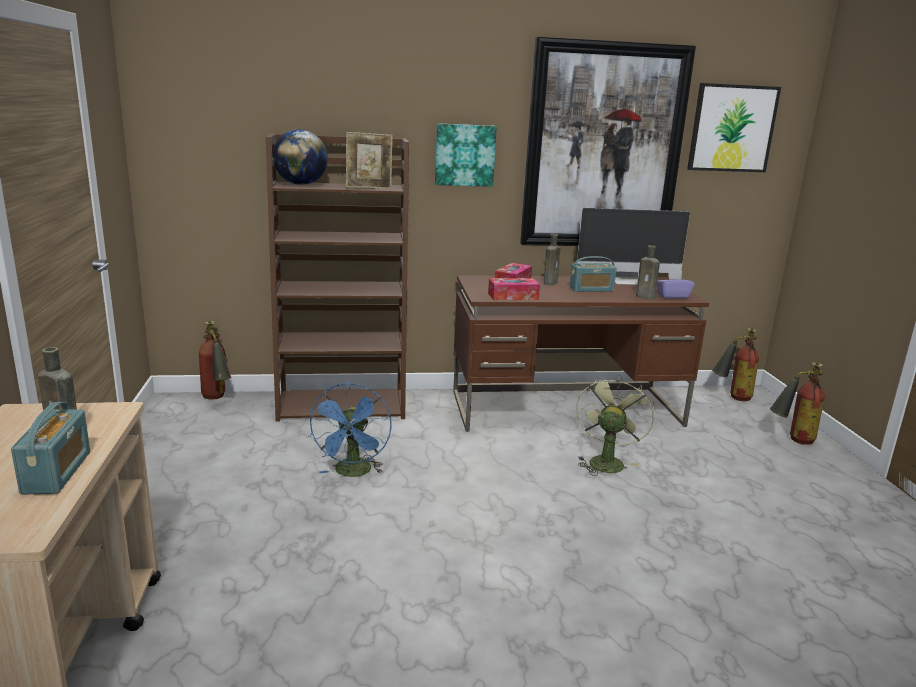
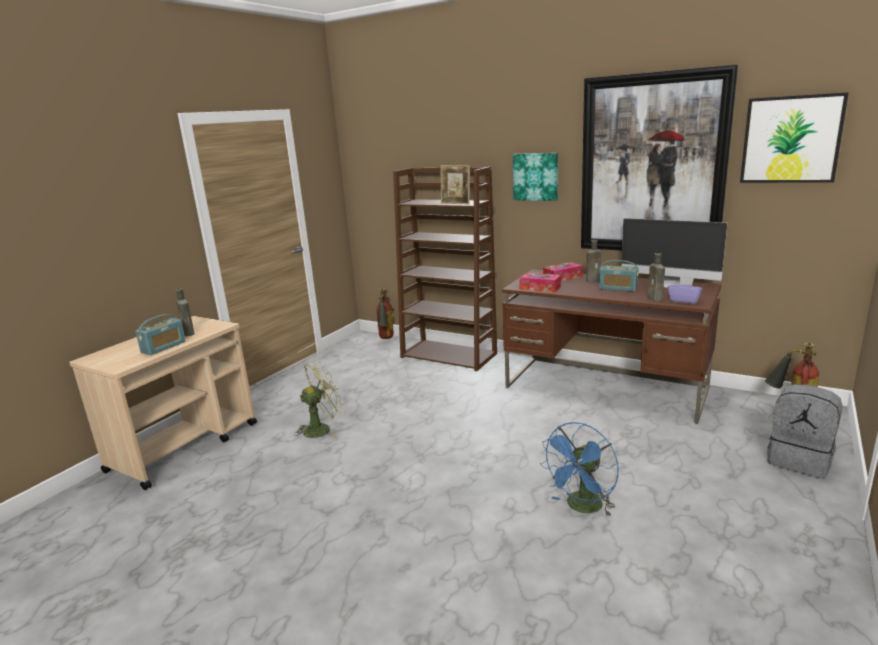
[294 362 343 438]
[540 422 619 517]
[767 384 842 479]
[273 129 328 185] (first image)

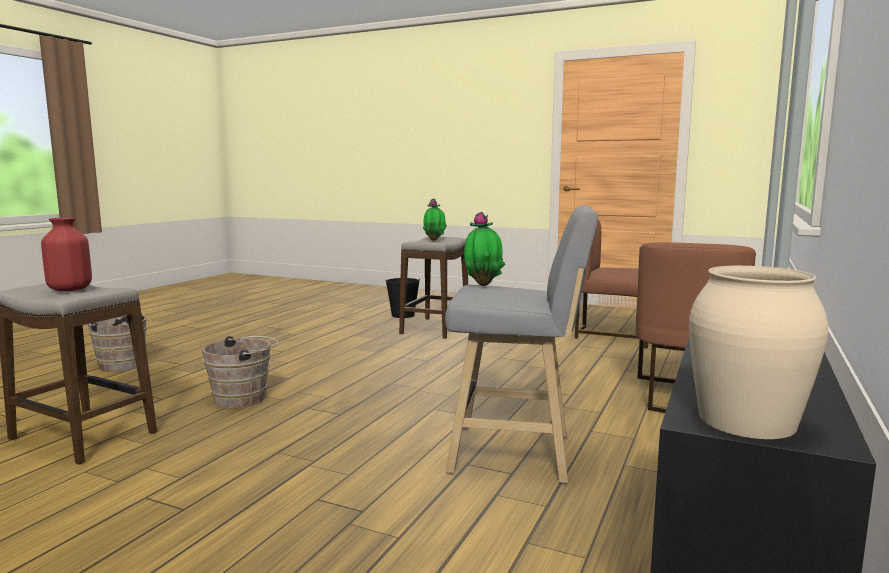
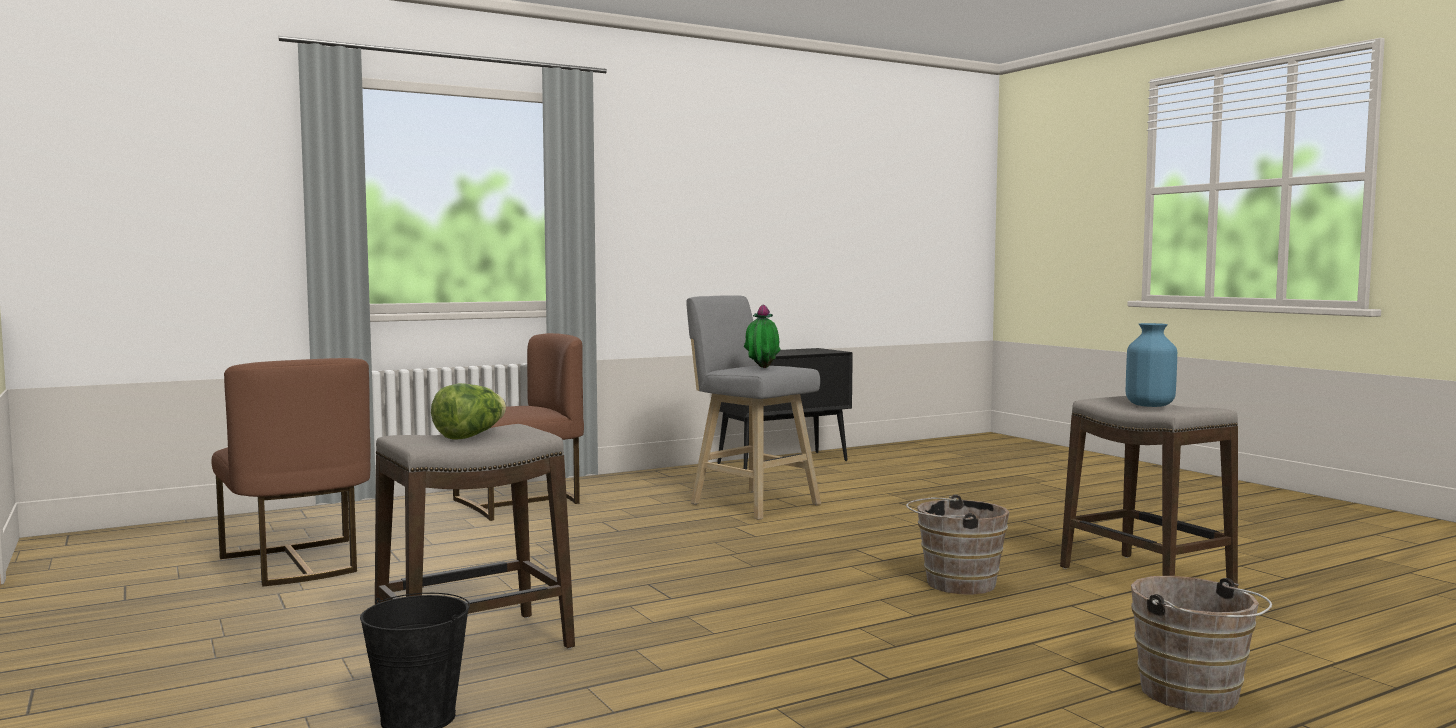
[431 383 506 440]
[1126 323 1177 407]
[689 266 829 439] (first image)

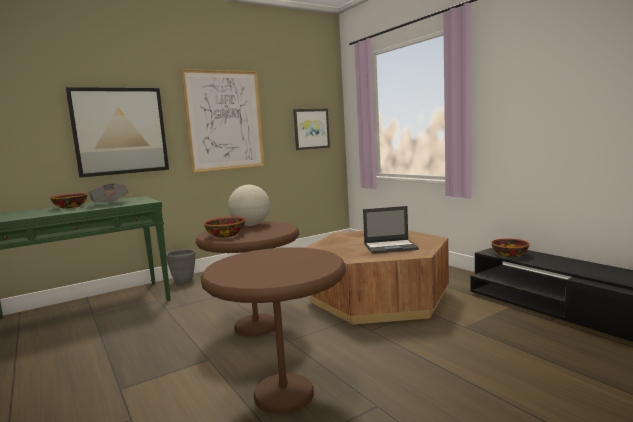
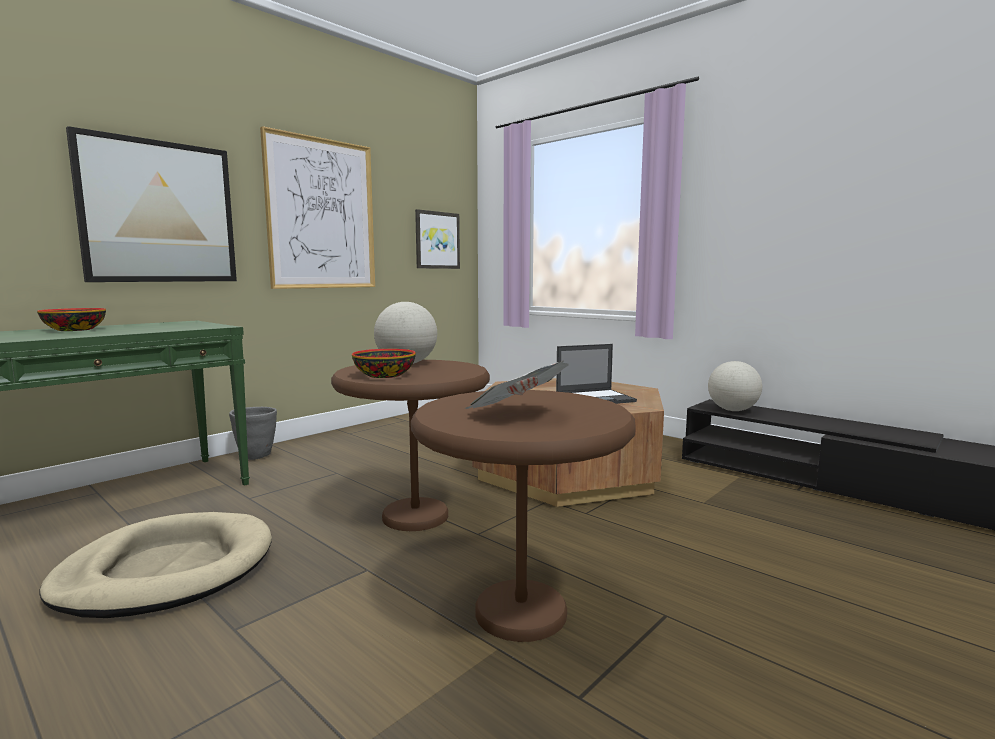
[39 512 272 618]
[465 361 569 409]
[708 361 762 411]

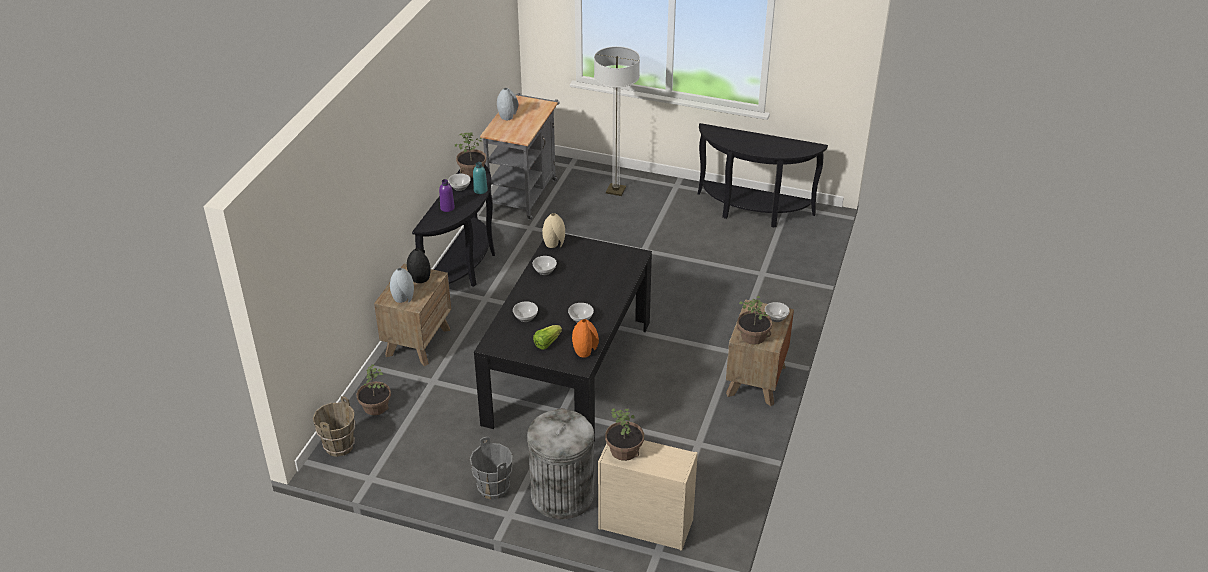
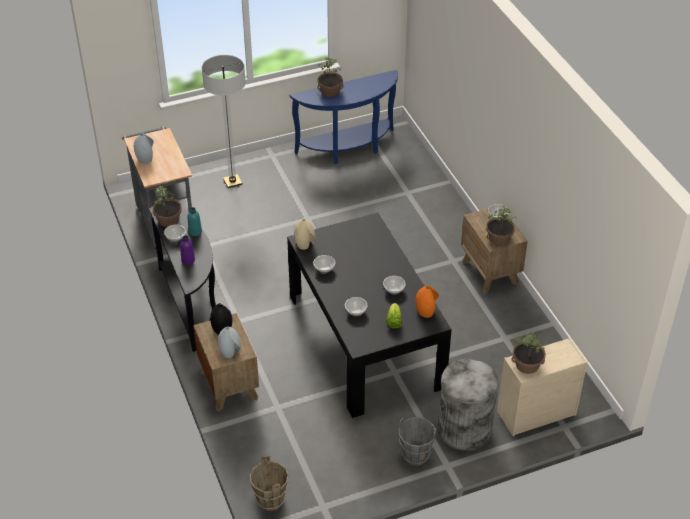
[289 70 398 164]
[317 57 343 97]

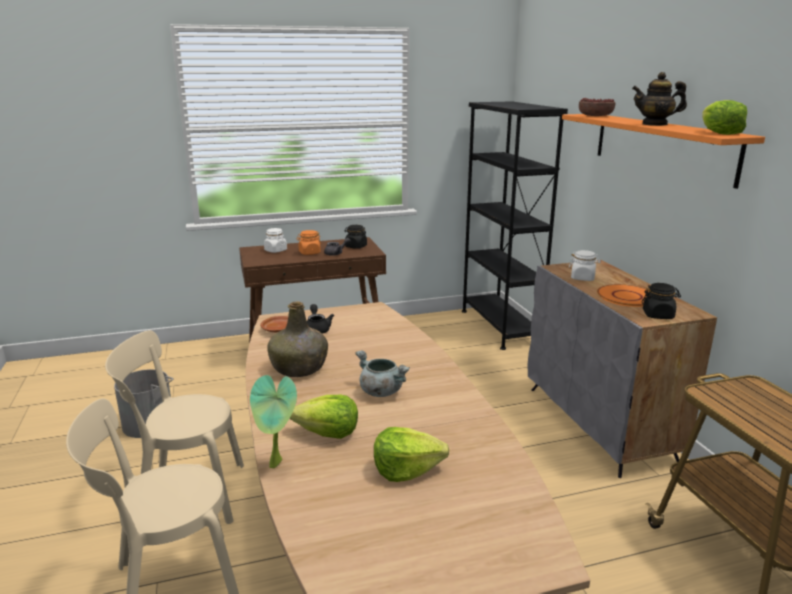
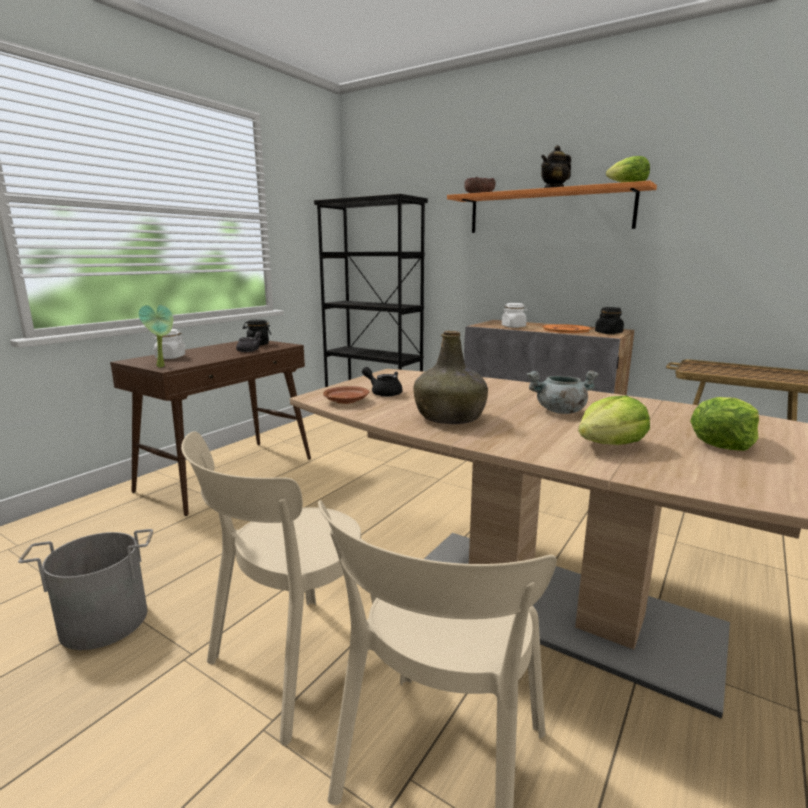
[139 305 173 368]
[297 230 321 255] (first image)

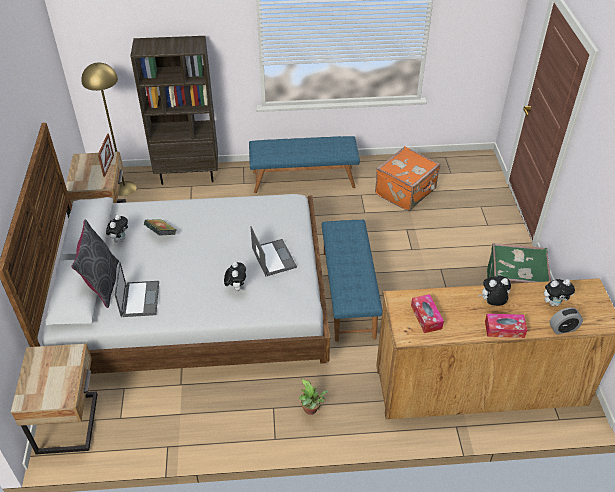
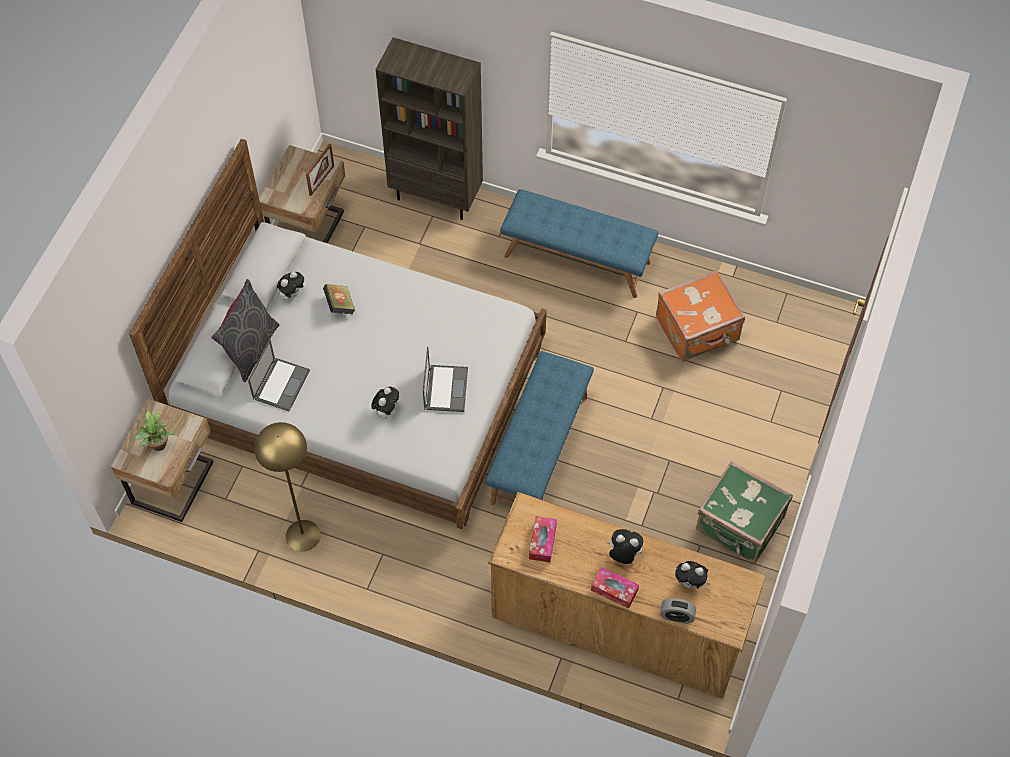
[134 410 175 451]
[254 422 320 552]

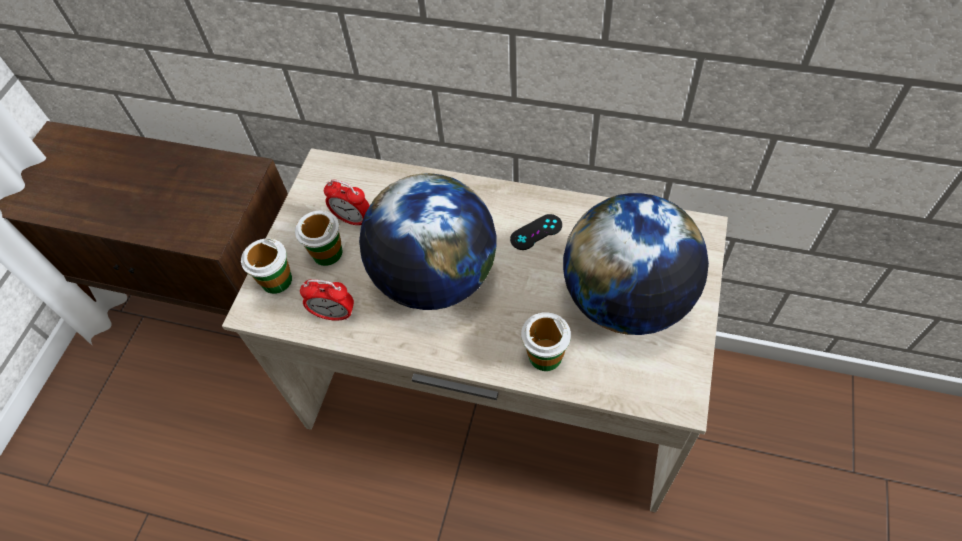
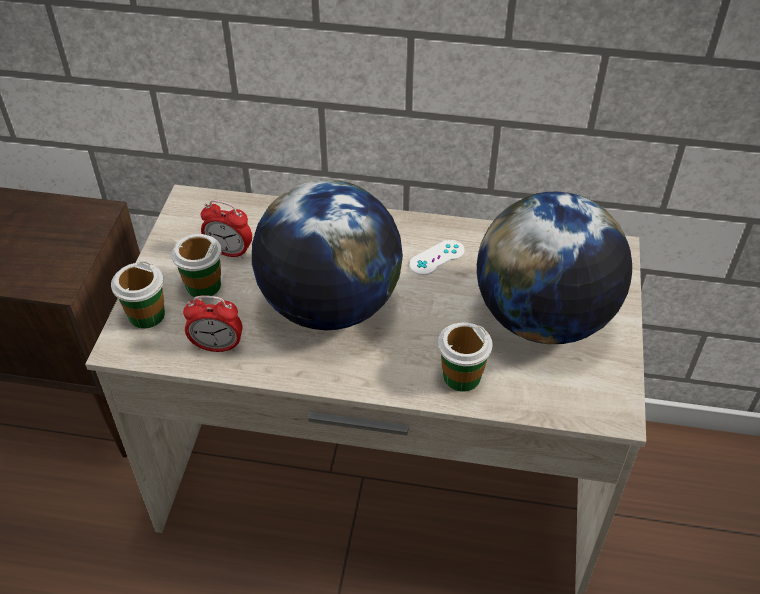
[409 240 465 275]

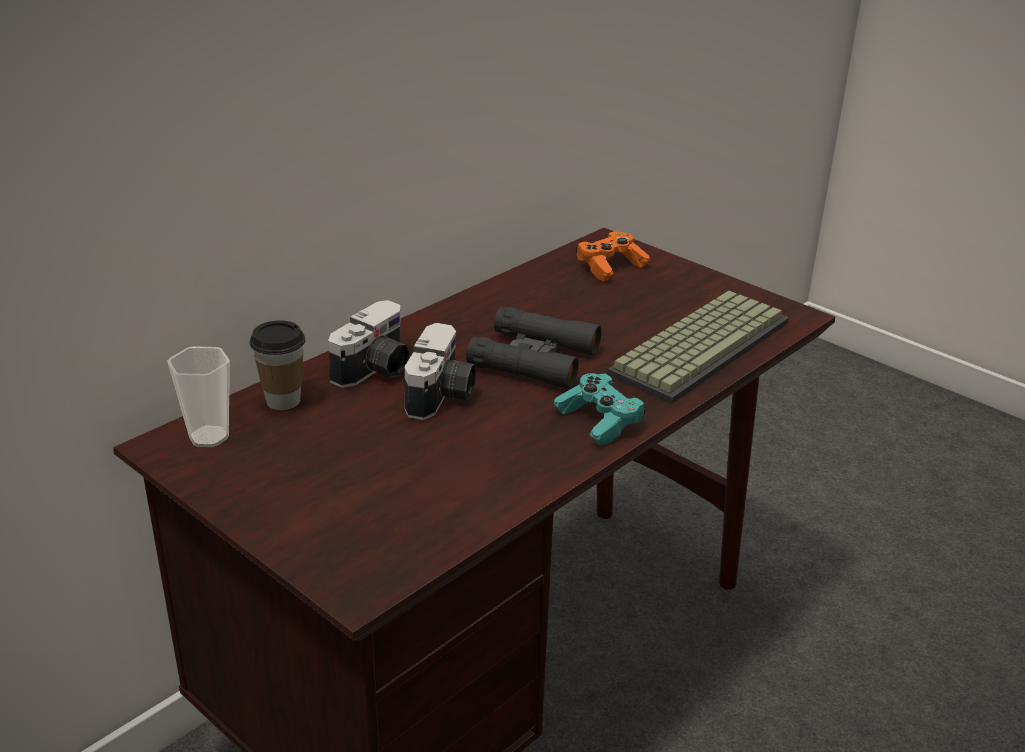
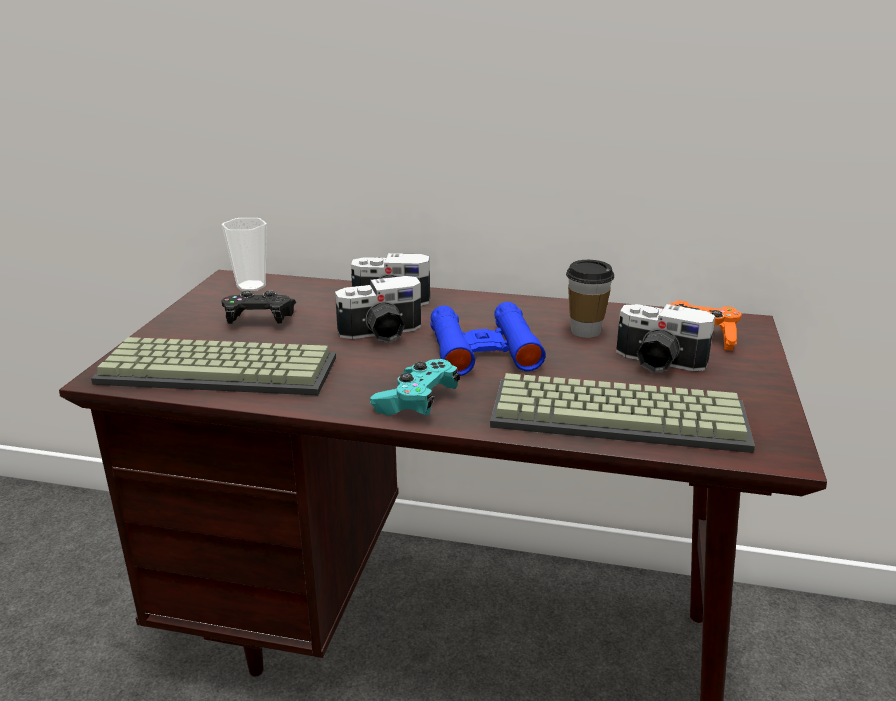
[91 337 336 395]
[222 291 296 324]
[431 302 546 376]
[566 260 614 338]
[616 304 715 373]

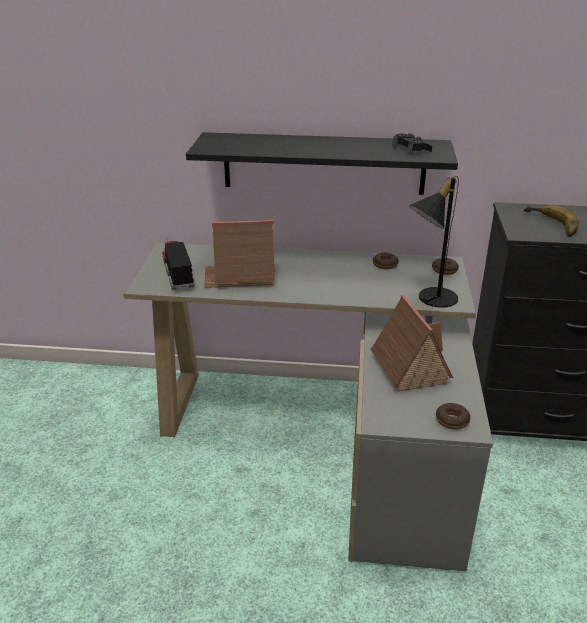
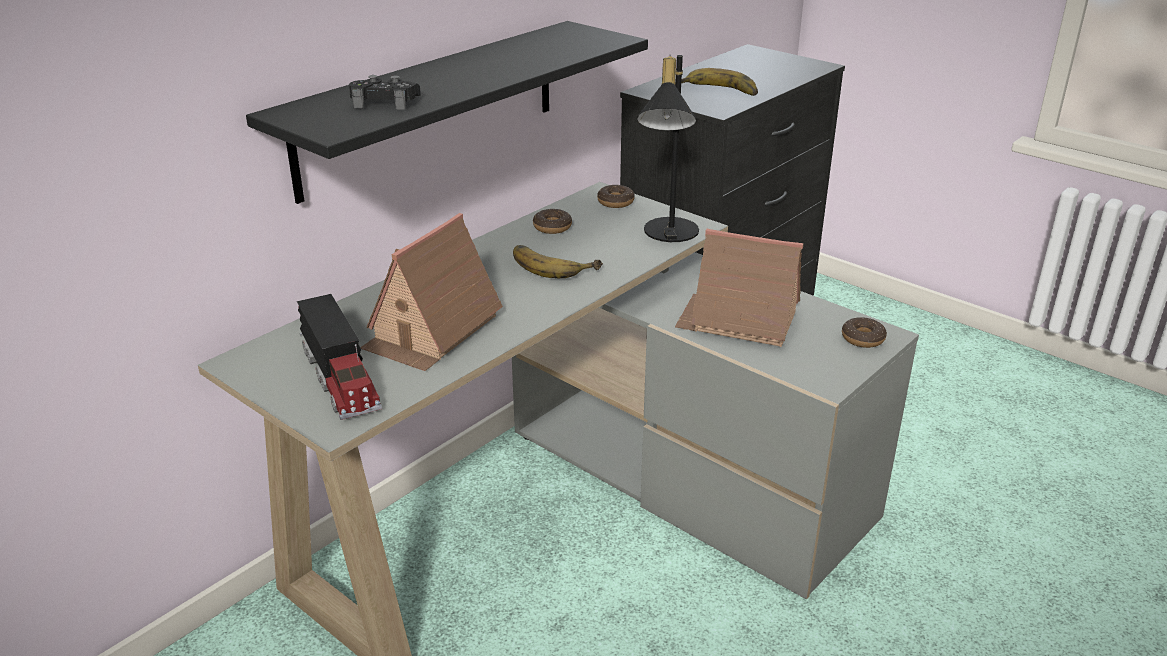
[297 294 382 420]
[349 75 421 110]
[513 245 603 278]

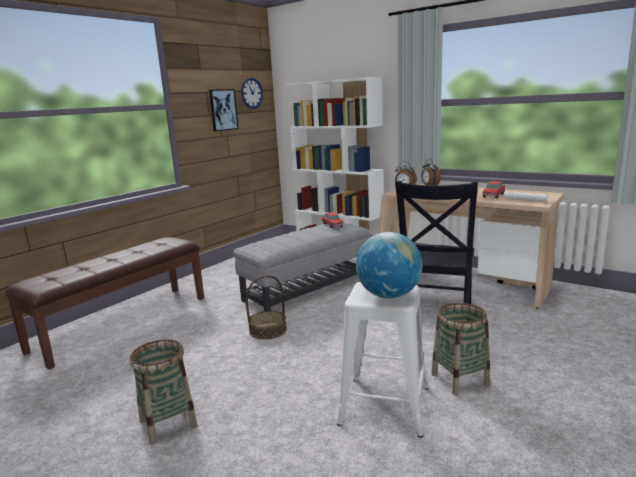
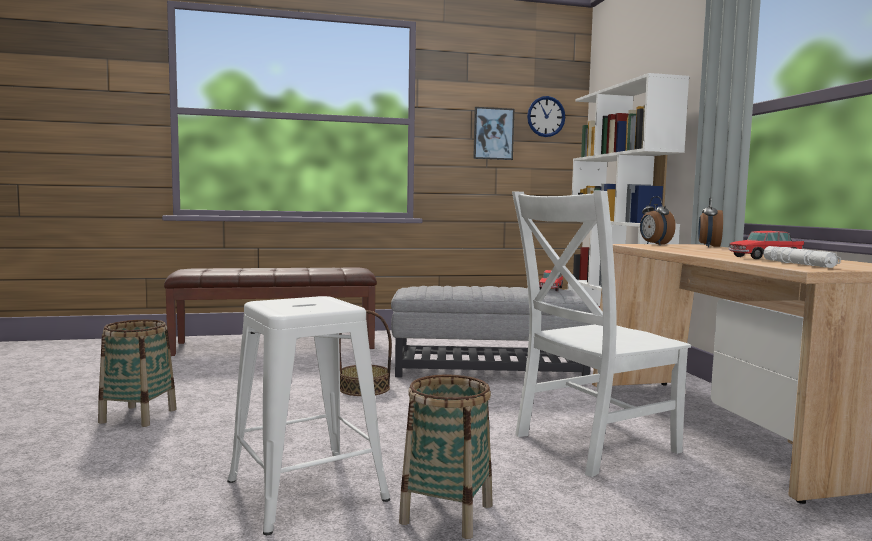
[512 191 691 477]
[356 232 423 298] (first image)

